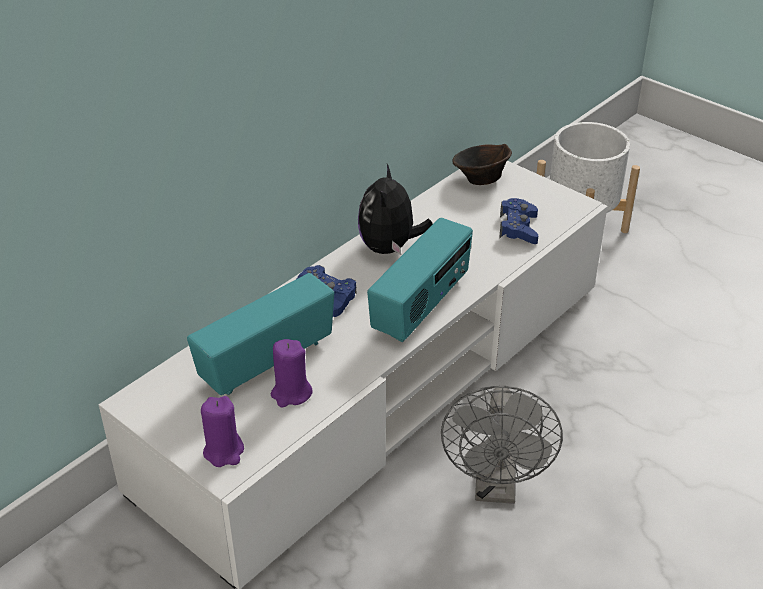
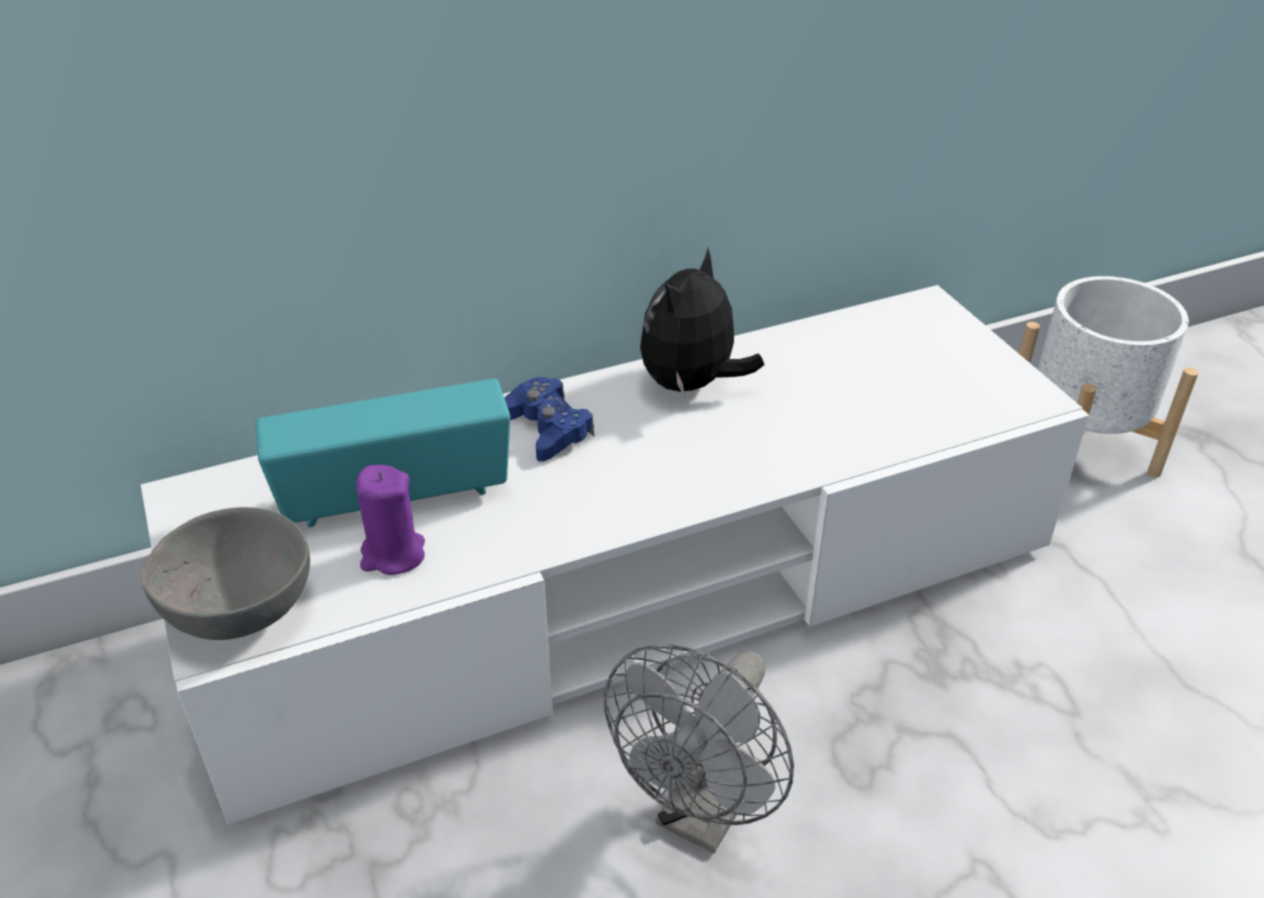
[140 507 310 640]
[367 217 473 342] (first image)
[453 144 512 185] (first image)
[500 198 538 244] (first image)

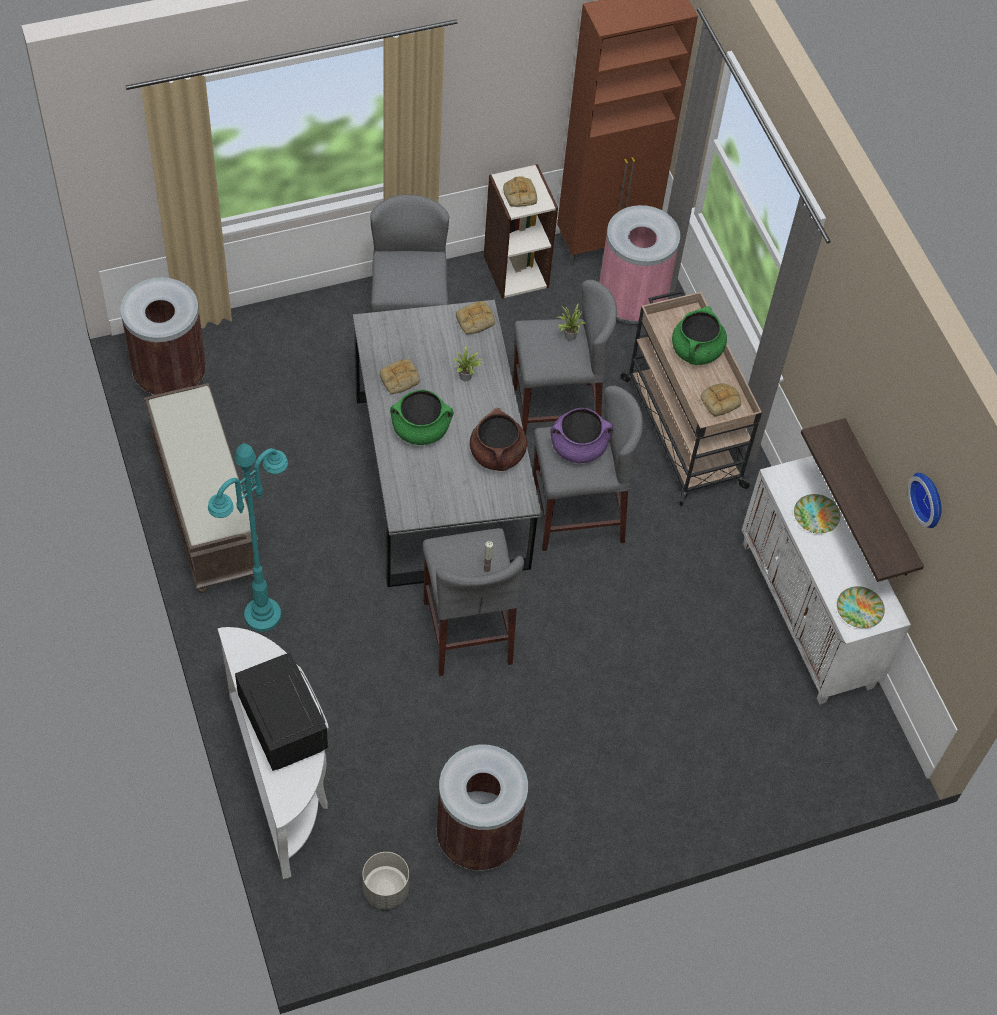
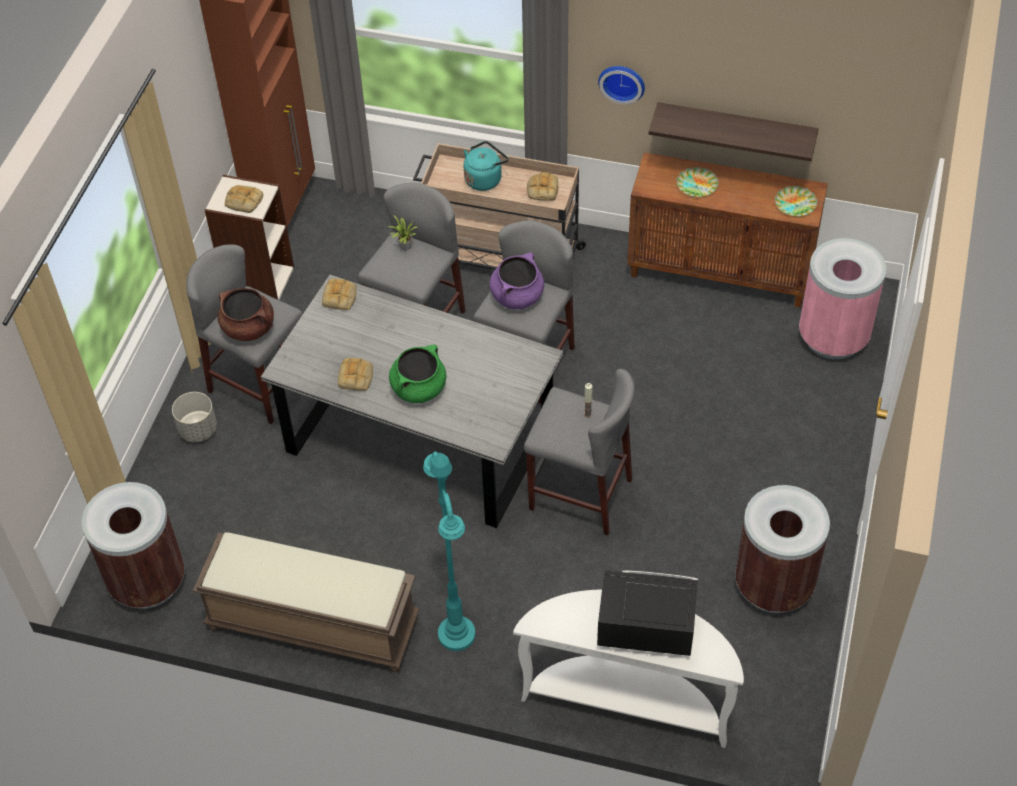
[172 392 217 442]
[217 288 274 341]
[464 141 508 191]
[598 66 645 104]
[627 152 828 307]
[799 238 886 359]
[453 346 482 381] (first image)

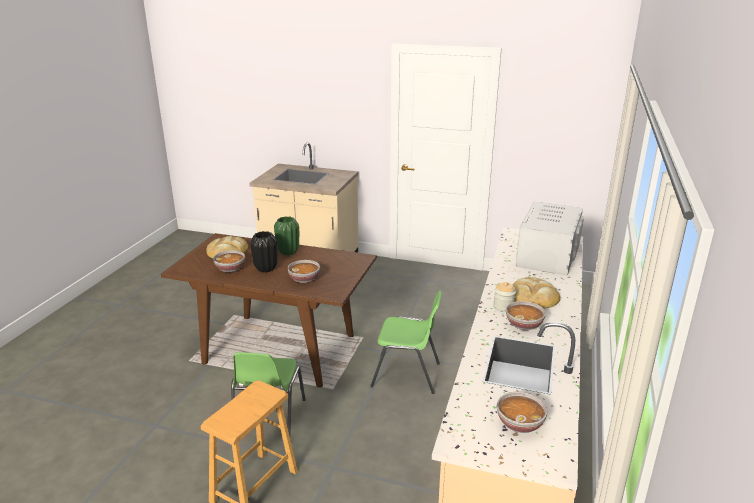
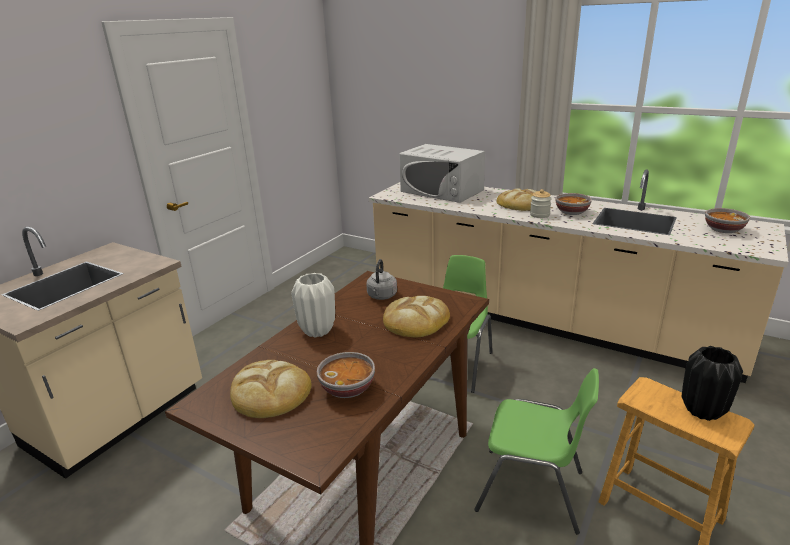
[291 273 335 337]
[366 259 397 300]
[383 296 450 337]
[682 346 743 421]

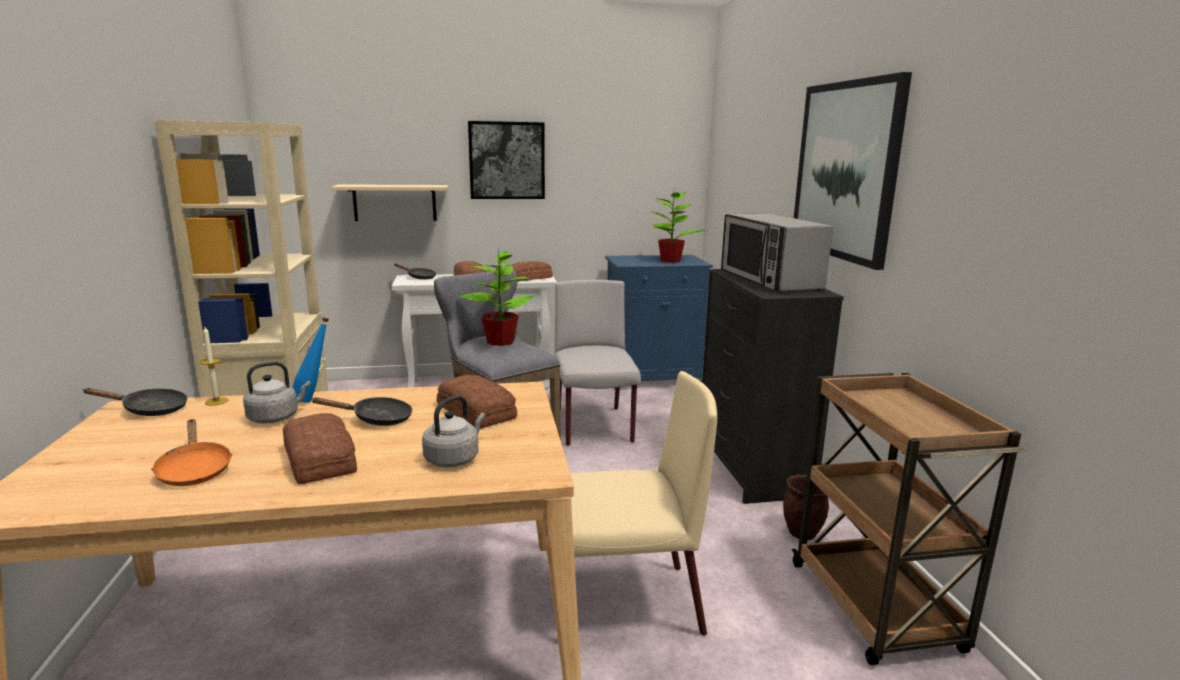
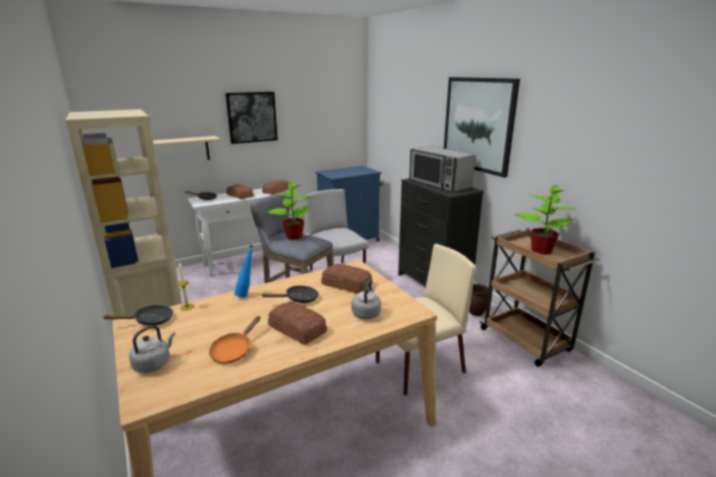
[129 325 175 373]
[209 316 261 364]
[514 183 576 255]

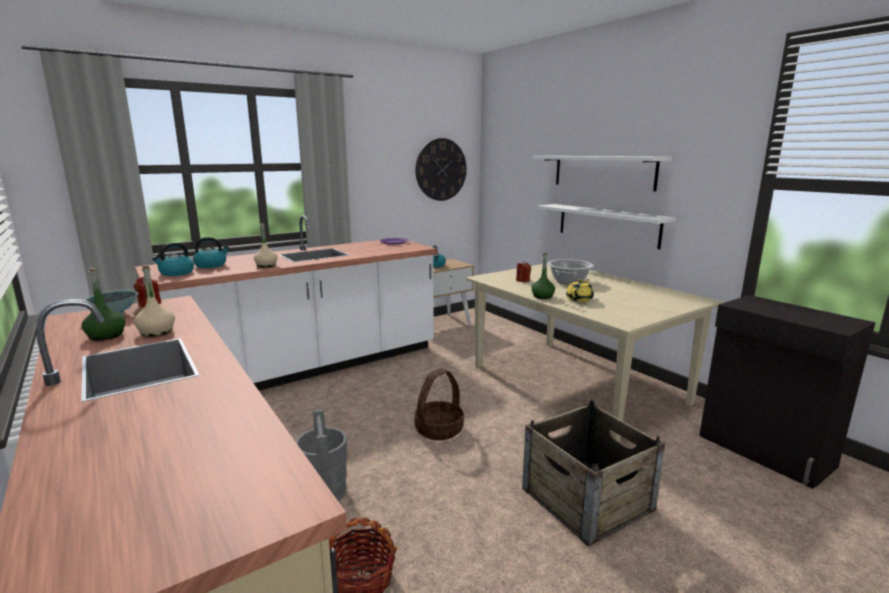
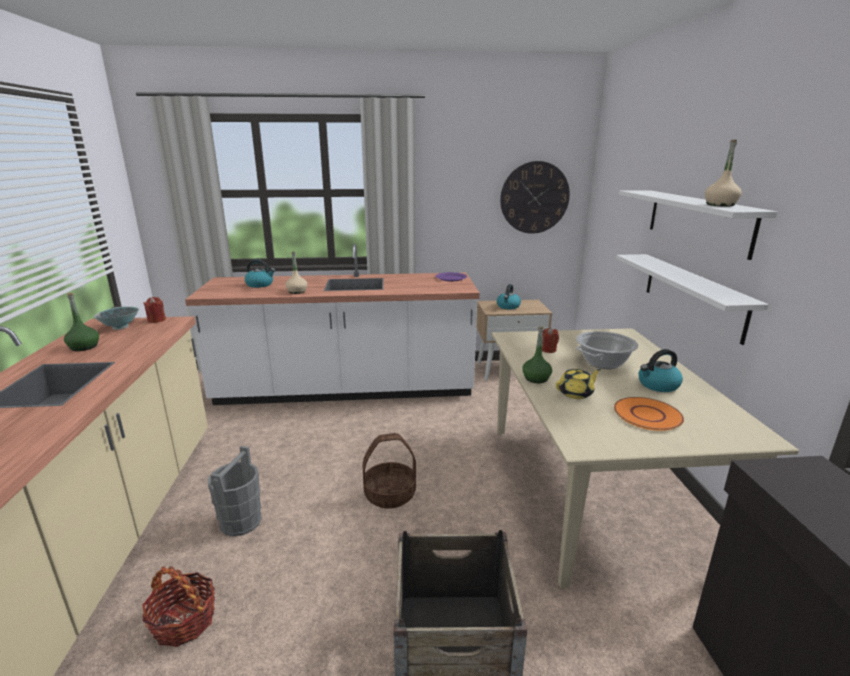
[614 397 684 431]
[638 349 683 392]
[705 140 742 207]

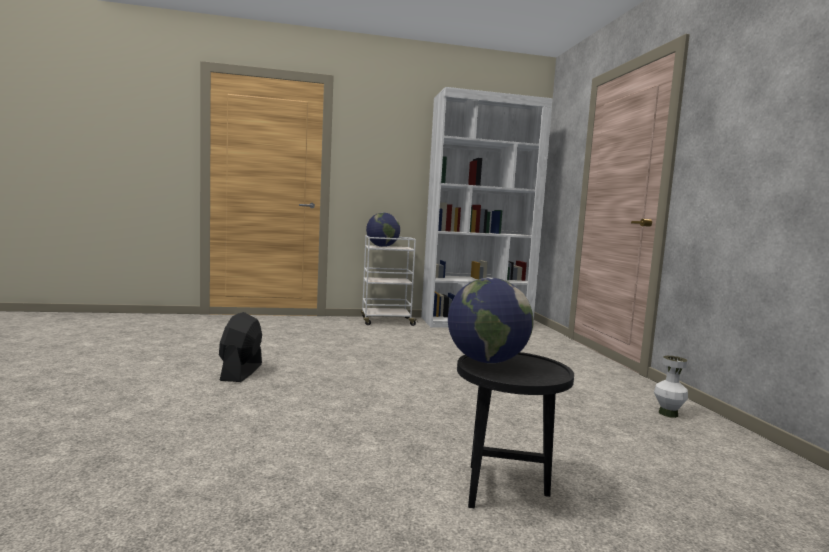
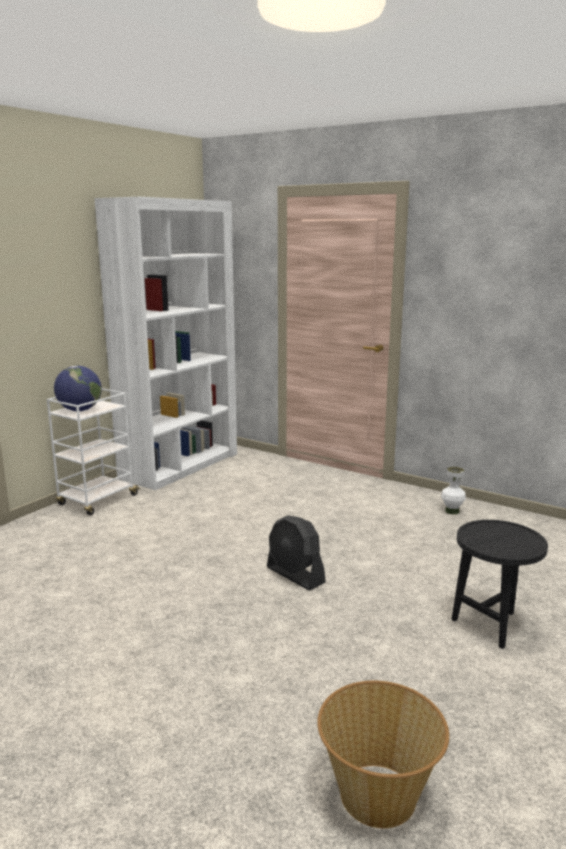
[267 515 326 591]
[317 681 449 828]
[448 278 533 363] (first image)

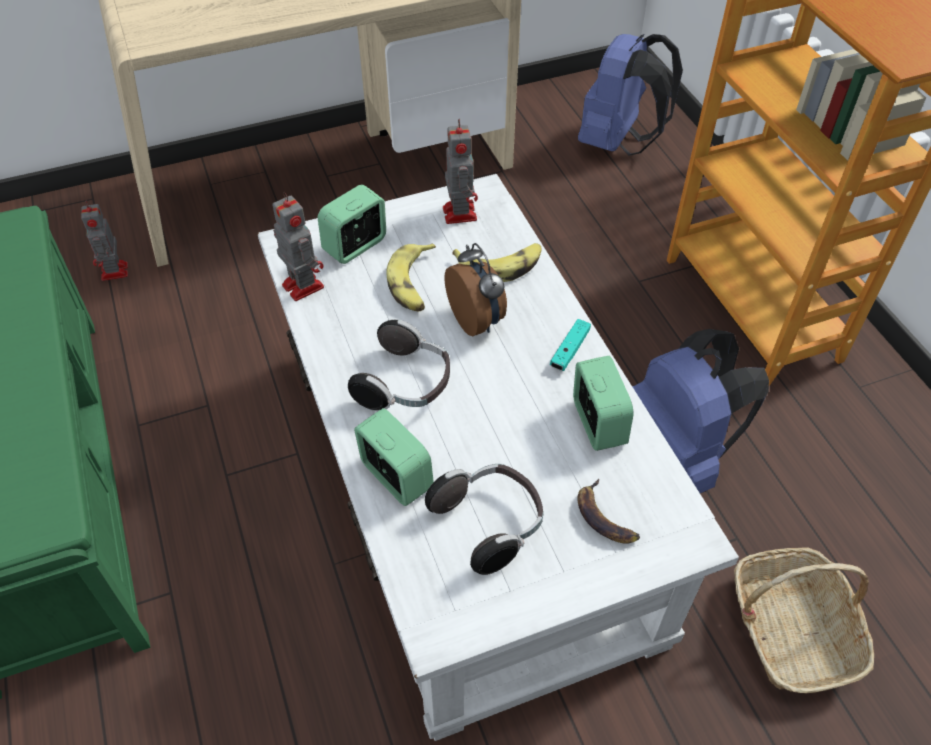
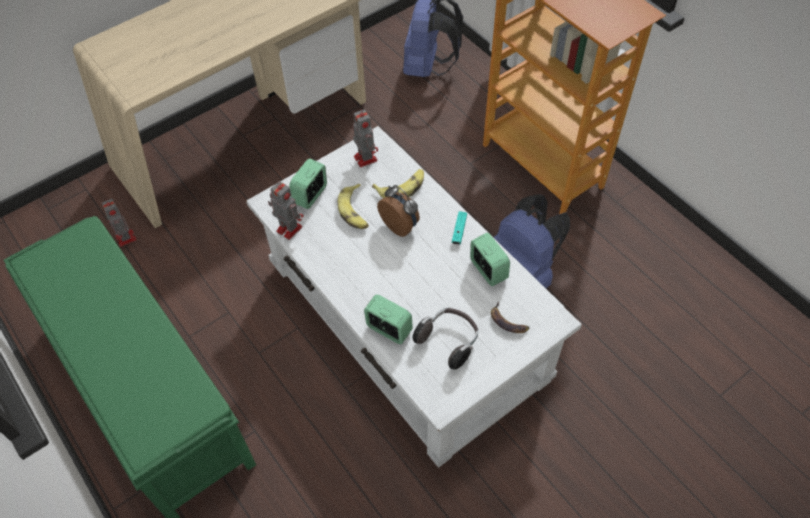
[348 320 450 411] (first image)
[734 548 874 694] (first image)

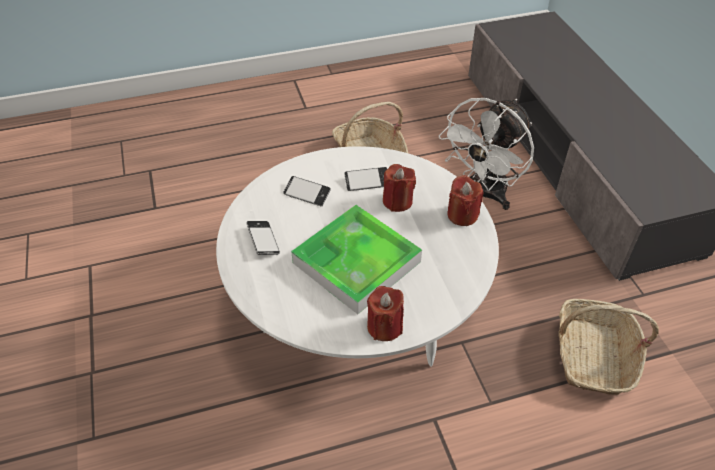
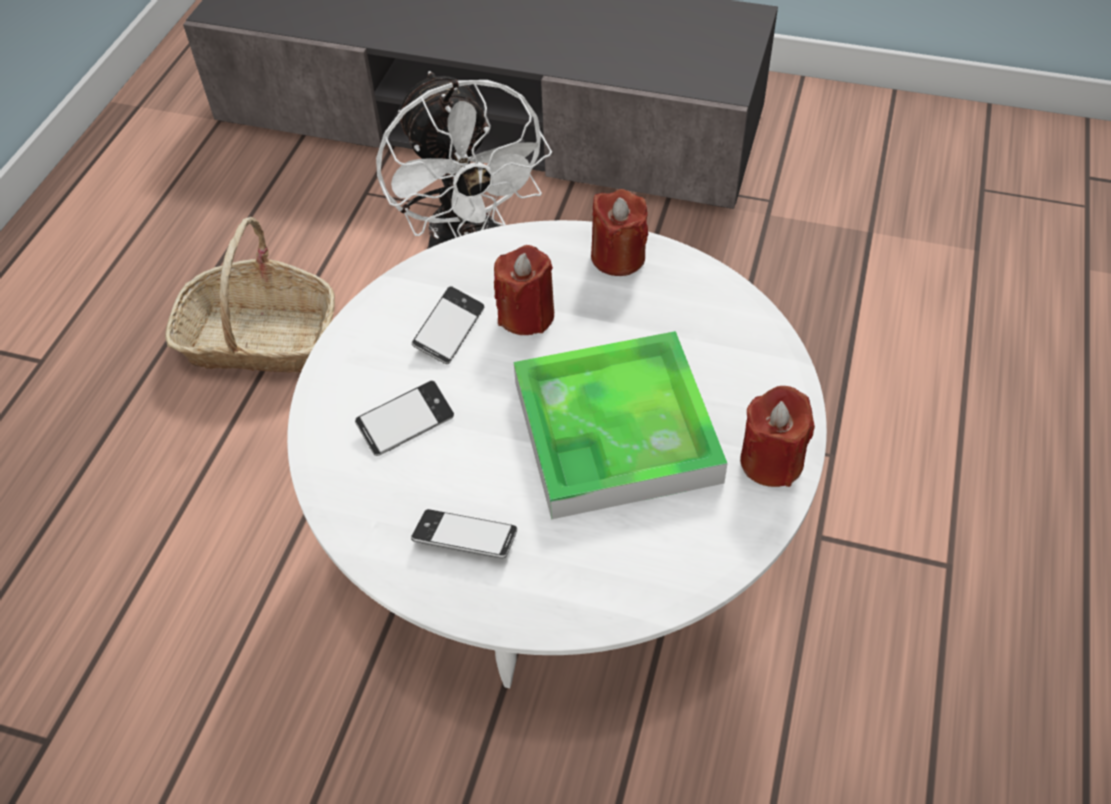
[558 299 659 395] (first image)

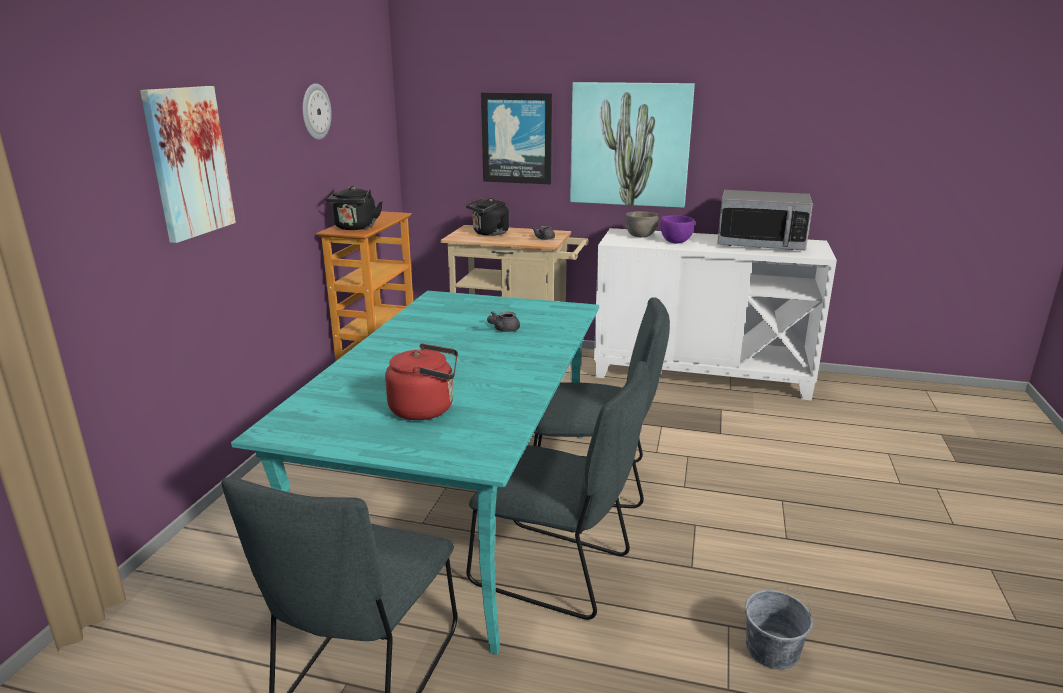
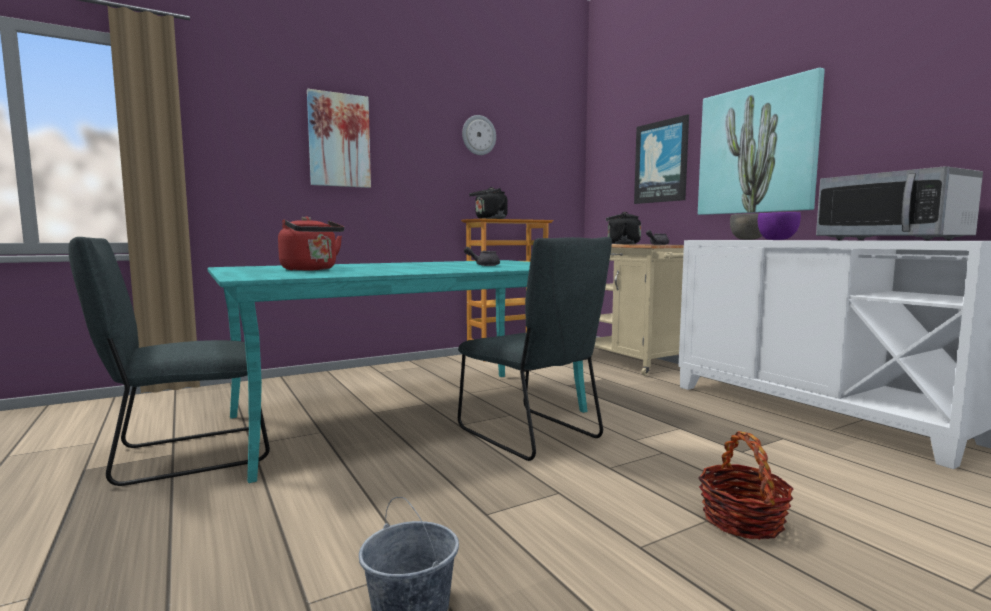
[698 431 794 540]
[466 361 649 620] (first image)

